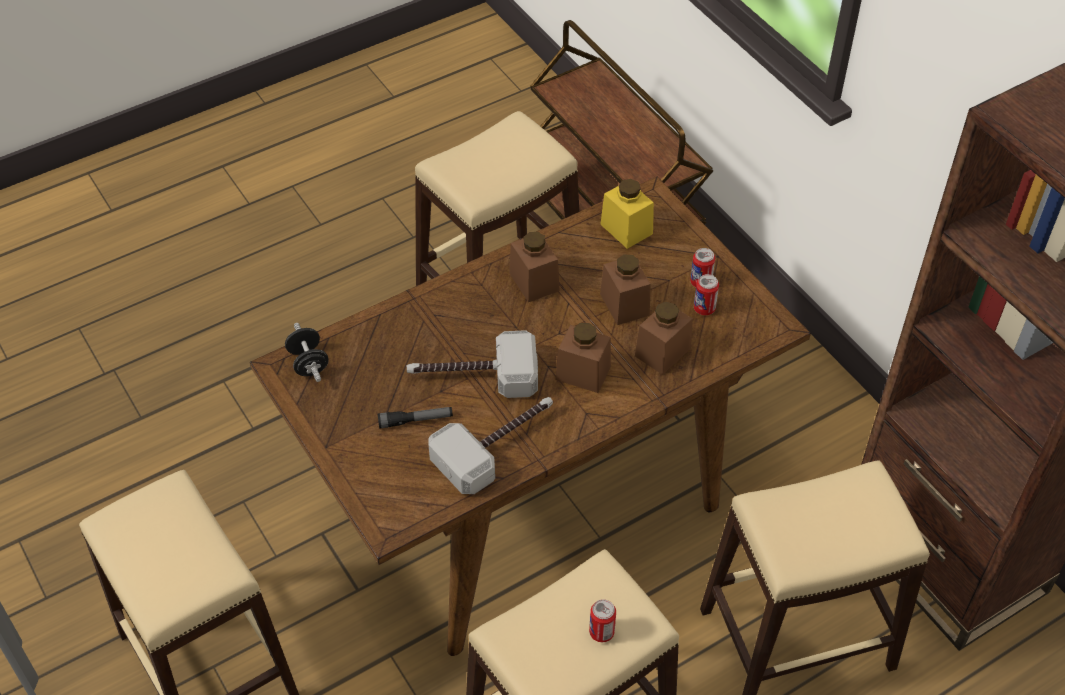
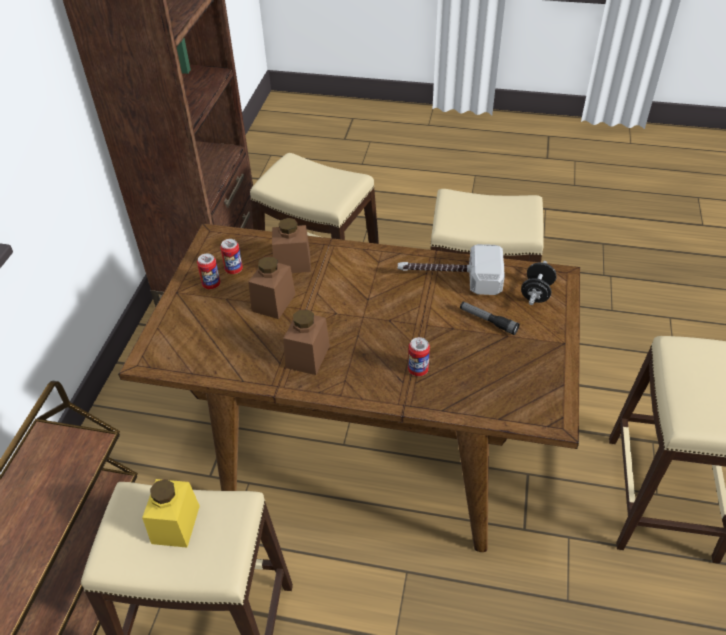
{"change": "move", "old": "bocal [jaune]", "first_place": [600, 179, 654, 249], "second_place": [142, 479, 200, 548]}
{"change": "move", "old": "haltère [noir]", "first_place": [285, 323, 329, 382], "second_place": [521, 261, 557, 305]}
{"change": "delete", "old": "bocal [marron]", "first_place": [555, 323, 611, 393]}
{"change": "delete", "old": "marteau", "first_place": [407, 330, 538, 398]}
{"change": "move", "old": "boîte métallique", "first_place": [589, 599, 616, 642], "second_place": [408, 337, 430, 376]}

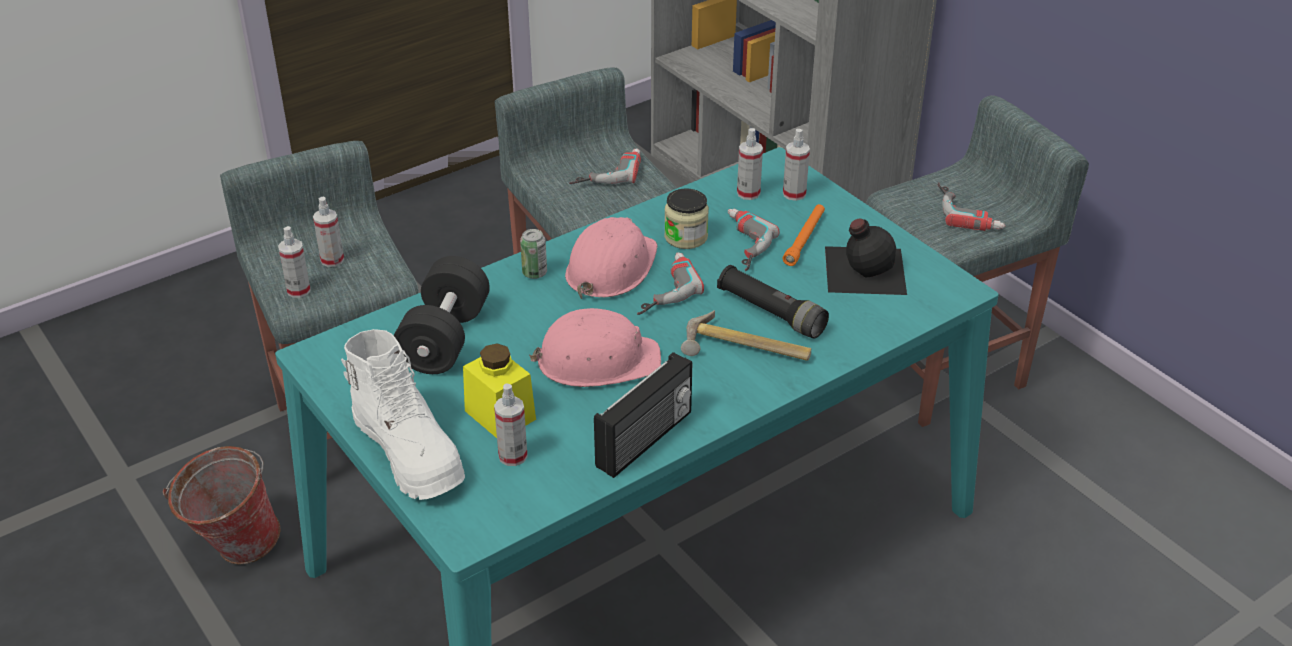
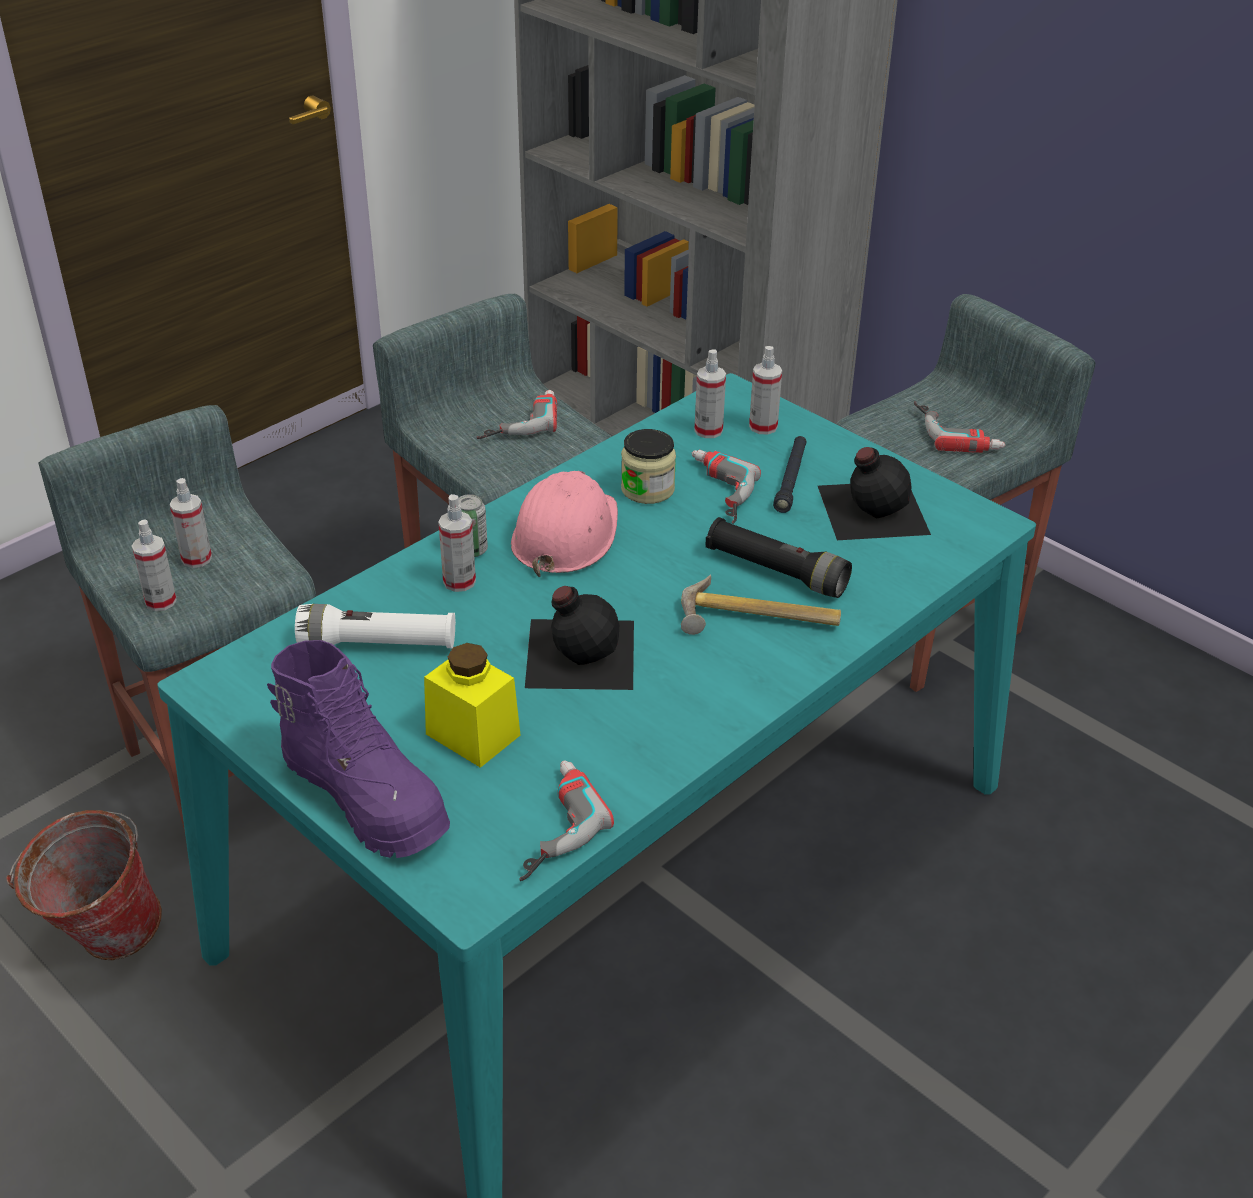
{"change": "recolor", "old": "lampe de poche [orange]", "new": "lampe de poche [noir]", "first_place": [783, 204, 825, 266], "second_place": [773, 436, 807, 513]}
{"change": "move", "old": "perceuse", "first_place": [637, 252, 704, 315], "second_place": [519, 760, 614, 881]}
{"change": "replace", "old": "haltère [noir]", "new": "lampe de poche [blanc]", "first_place": [394, 256, 490, 374], "second_place": [295, 604, 456, 648]}
{"change": "replace", "old": "casque de chantier [rose]", "new": "bouteille [noir]", "first_place": [528, 308, 661, 387], "second_place": [525, 586, 634, 690]}
{"change": "recolor", "old": "botte [blanc]", "new": "botte [violet]", "first_place": [341, 329, 465, 500], "second_place": [267, 640, 450, 858]}
{"change": "delete", "old": "radio", "first_place": [594, 352, 692, 478]}
{"change": "move", "old": "vaporisateur", "first_place": [494, 383, 528, 466], "second_place": [438, 494, 476, 592]}

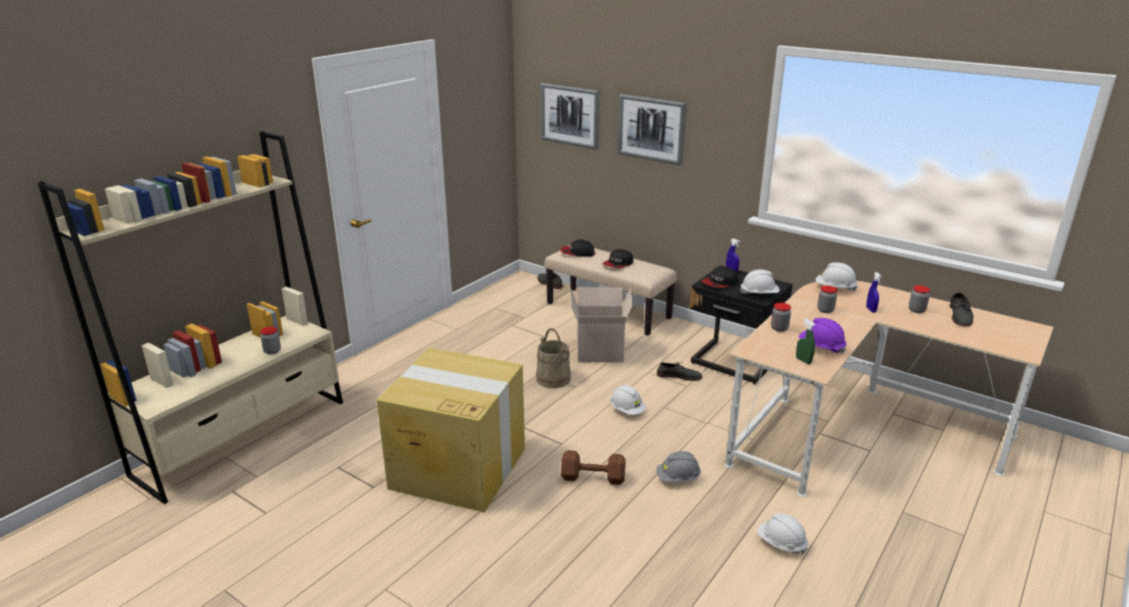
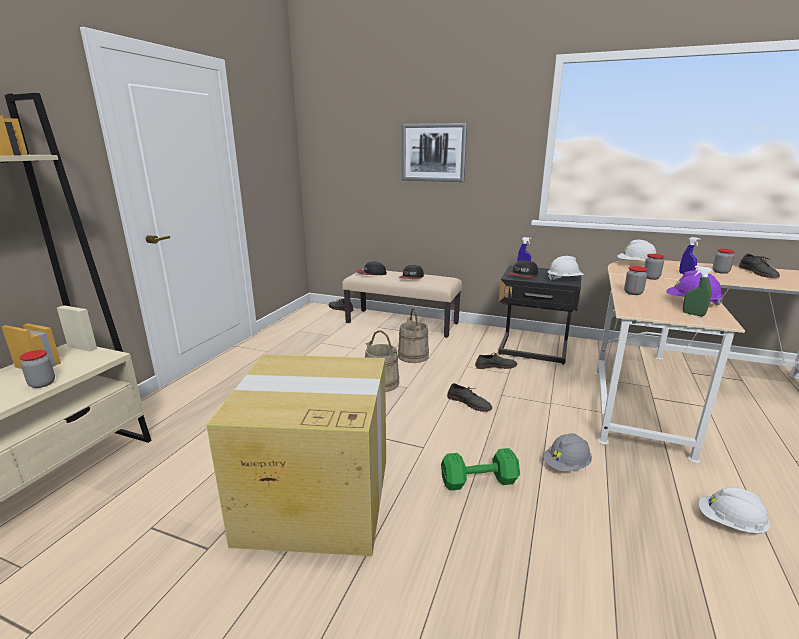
{"change": "delete", "old": "tableau", "first_place": [540, 83, 600, 150]}
{"change": "replace", "old": "carton", "new": "seau [beige]", "first_place": [570, 287, 633, 362], "second_place": [398, 308, 429, 363]}
{"change": "replace", "old": "casque de chantier [blanc]", "new": "chaussure [gris]", "first_place": [610, 385, 646, 415], "second_place": [447, 383, 492, 412]}
{"change": "recolor", "old": "haltère [marron]", "new": "haltère [vert]", "first_place": [561, 450, 626, 485], "second_place": [441, 448, 520, 491]}

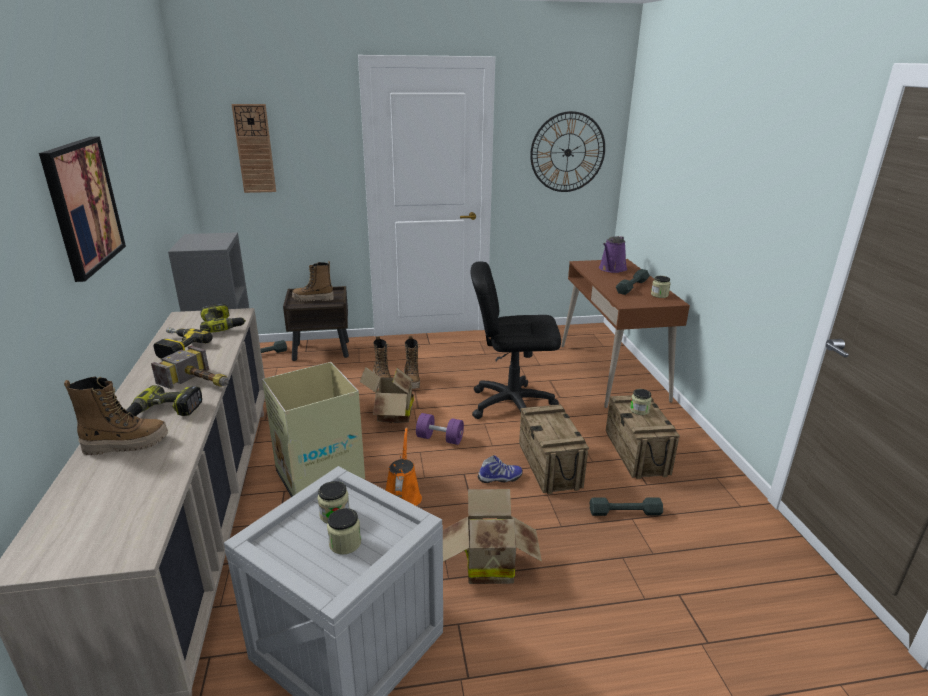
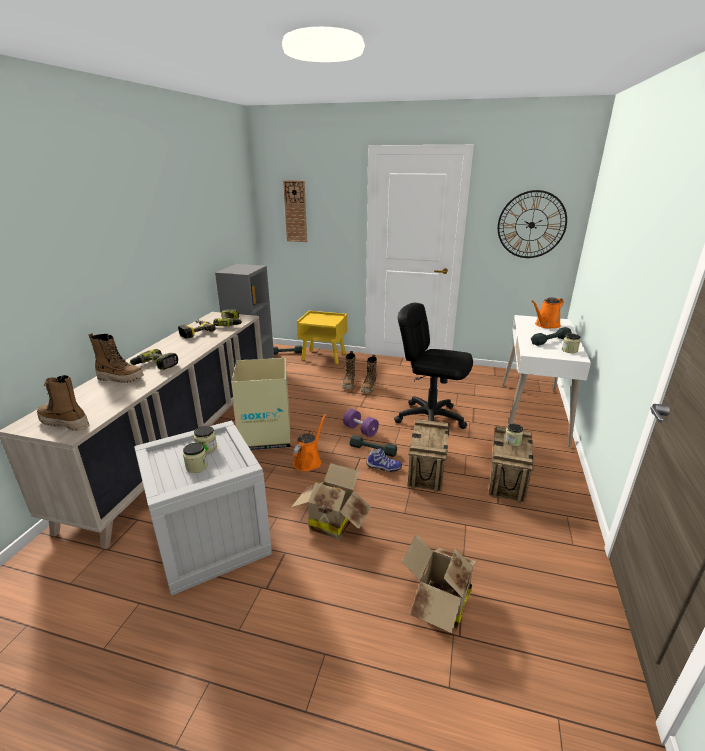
{"change": "delete", "old": "tableau", "first_place": [39, 137, 126, 282]}
{"change": "recolor", "old": "arrosoir [violet]", "new": "arrosoir [orange]", "first_place": [599, 236, 627, 273], "second_place": [531, 297, 563, 329]}
{"change": "recolor", "old": "bureau [marron]", "new": "bureau [blanc]", "first_place": [561, 259, 690, 408], "second_place": [502, 315, 591, 447]}
{"change": "move", "old": "botte", "first_place": [292, 261, 334, 302], "second_place": [37, 375, 89, 431]}
{"change": "recolor", "old": "table de chevet [marron]", "new": "table de chevet [jaune]", "first_place": [283, 286, 349, 361], "second_place": [297, 311, 347, 364]}
{"change": "delete", "old": "marteau", "first_place": [151, 346, 229, 389]}
{"change": "move", "old": "carton", "first_place": [359, 367, 414, 423], "second_place": [402, 534, 476, 633]}
{"change": "move", "old": "haltère [gris]", "first_place": [590, 498, 663, 516], "second_place": [349, 435, 397, 457]}

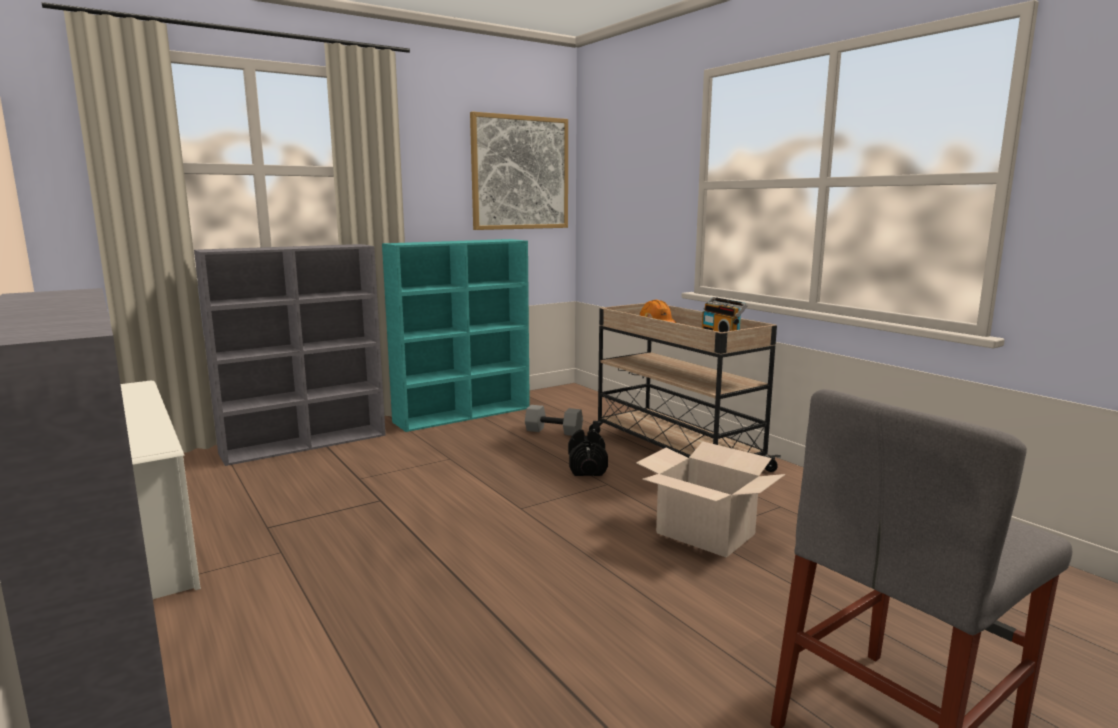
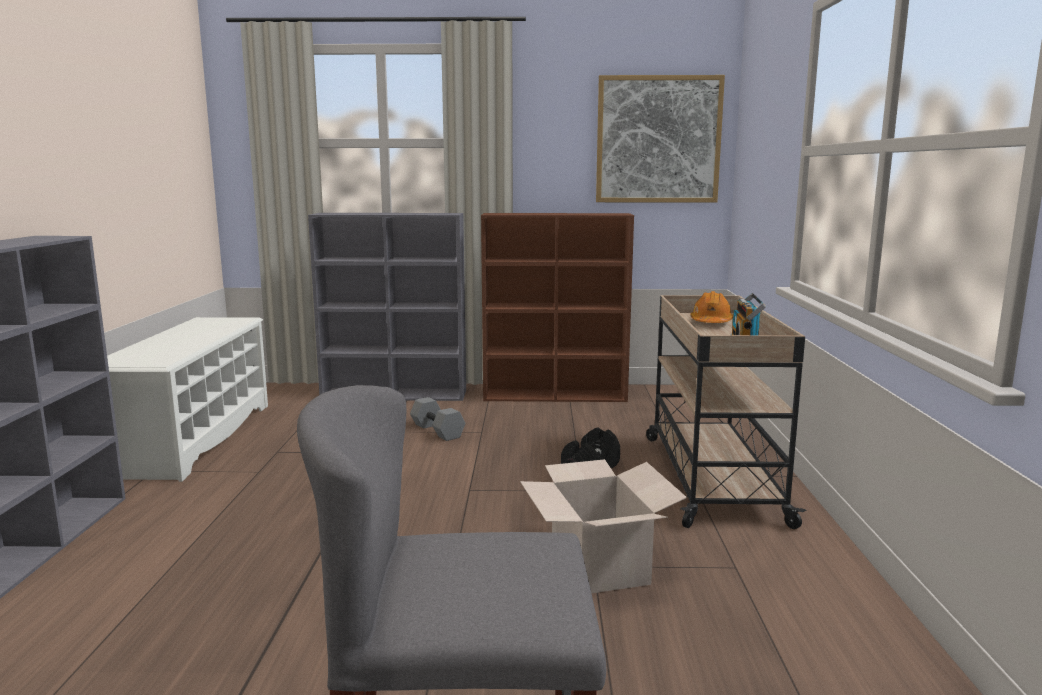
{"change": "recolor", "old": "bibliothèque [turquoise]", "new": "bibliothèque [marron]", "first_place": [382, 239, 530, 432], "second_place": [481, 213, 634, 402]}
{"change": "move", "old": "haltère [gris]", "first_place": [525, 405, 583, 436], "second_place": [410, 397, 465, 441]}

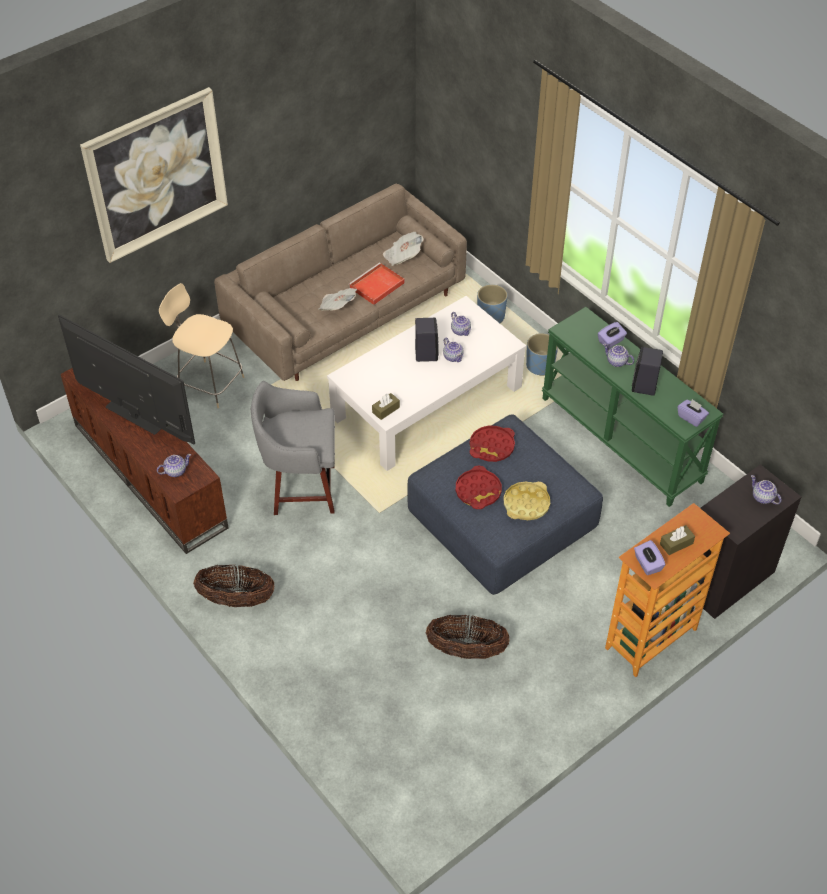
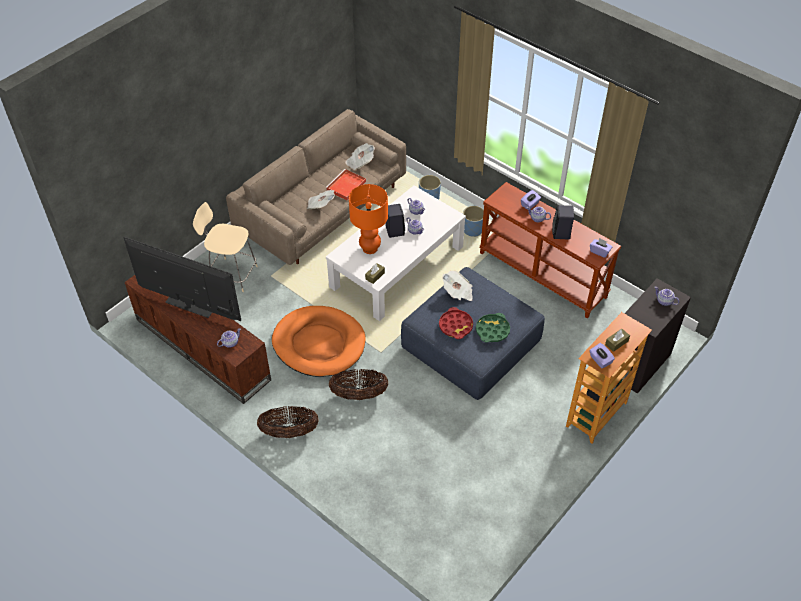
{"change": "delete", "old": "tableau", "first_place": [80, 87, 228, 263]}
{"change": "recolor", "old": "table console [vert]", "new": "table console [marron]", "first_place": [542, 307, 723, 507], "second_place": [479, 182, 621, 318]}
{"change": "replace", "old": "tabouret [gris]", "new": "panier pour chien [orange]", "first_place": [251, 381, 335, 515], "second_place": [272, 306, 366, 377]}
{"change": "replace", "old": "plateau [rouge]", "new": "journal", "first_place": [469, 426, 515, 462], "second_place": [442, 271, 473, 301]}
{"change": "recolor", "old": "plateau [jaune]", "new": "plateau [vert]", "first_place": [504, 482, 550, 520], "second_place": [476, 313, 510, 343]}
{"change": "move", "old": "panier", "first_place": [426, 615, 509, 659], "second_place": [329, 369, 388, 400]}
{"change": "insert", "new": "lampe de table [orange]", "second_place": [349, 184, 388, 254]}

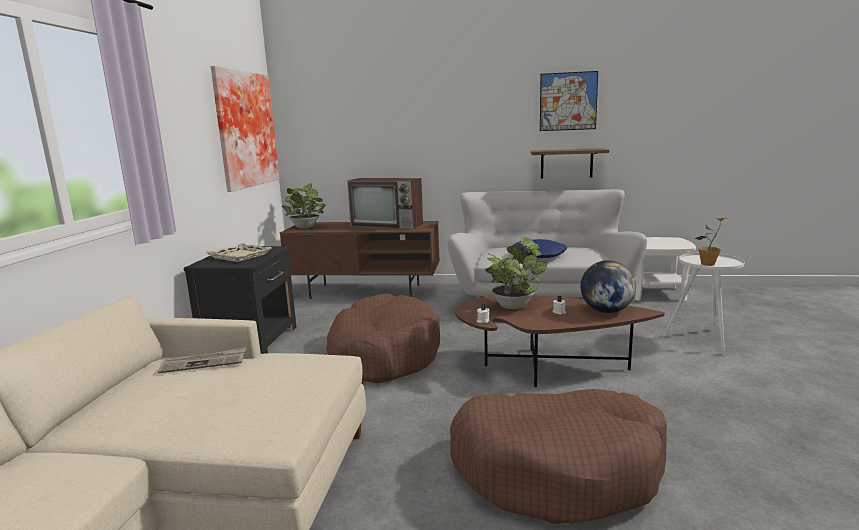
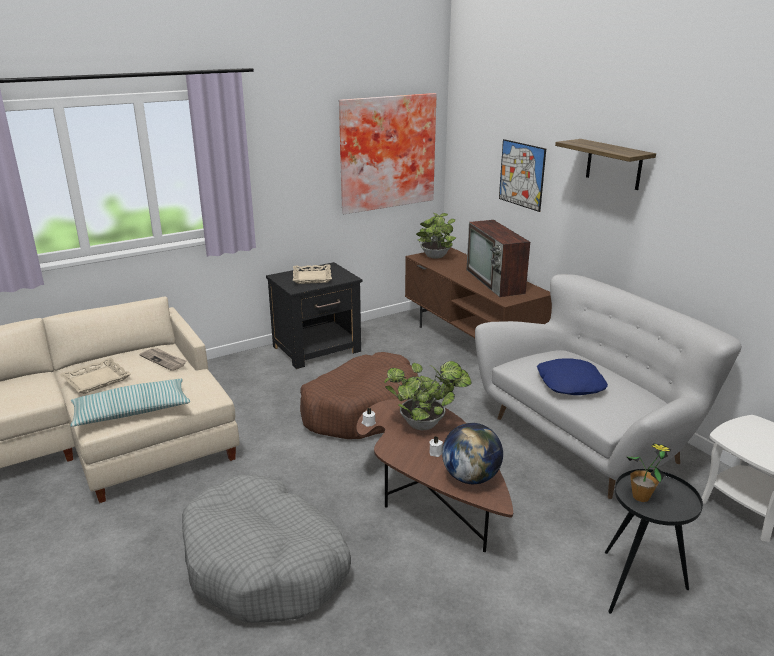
{"change": "move", "old": "tableau", "first_place": [540, 71, 598, 131], "second_place": [499, 139, 546, 212]}
{"change": "move", "old": "étagère", "first_place": [530, 148, 609, 179], "second_place": [555, 139, 656, 190]}
{"change": "recolor", "old": "table d'appoint [blanc]", "new": "table d'appoint [noir]", "first_place": [663, 253, 744, 355], "second_place": [605, 469, 703, 614]}
{"change": "recolor", "old": "panier pour chien [marron]", "new": "panier pour chien [gris]", "first_place": [450, 389, 667, 524], "second_place": [182, 475, 351, 623]}
{"change": "insert", "new": "plateau [beige]", "second_place": [59, 358, 131, 394]}
{"change": "insert", "new": "coussin", "second_place": [70, 379, 190, 427]}

